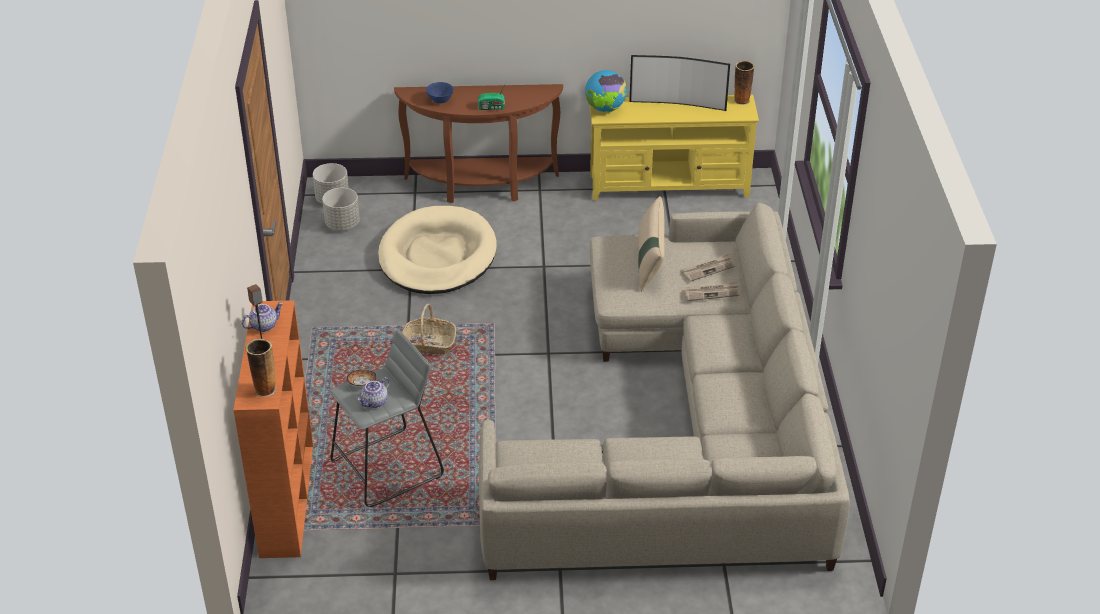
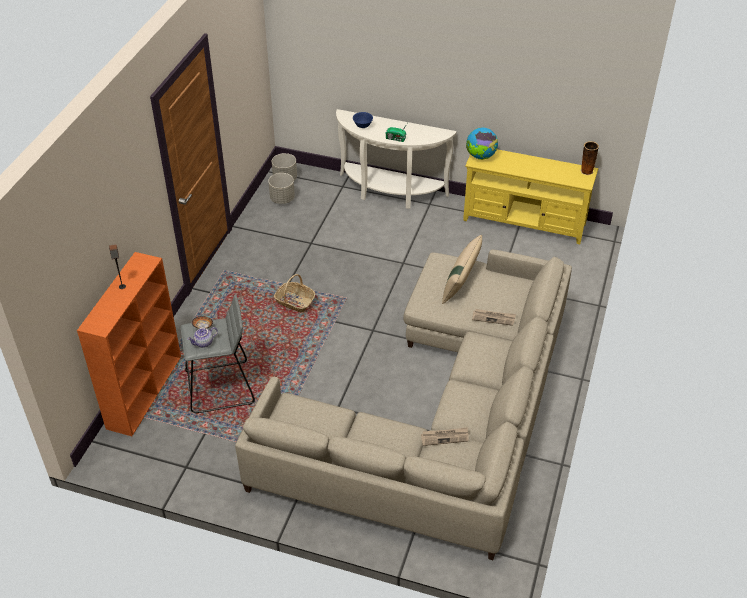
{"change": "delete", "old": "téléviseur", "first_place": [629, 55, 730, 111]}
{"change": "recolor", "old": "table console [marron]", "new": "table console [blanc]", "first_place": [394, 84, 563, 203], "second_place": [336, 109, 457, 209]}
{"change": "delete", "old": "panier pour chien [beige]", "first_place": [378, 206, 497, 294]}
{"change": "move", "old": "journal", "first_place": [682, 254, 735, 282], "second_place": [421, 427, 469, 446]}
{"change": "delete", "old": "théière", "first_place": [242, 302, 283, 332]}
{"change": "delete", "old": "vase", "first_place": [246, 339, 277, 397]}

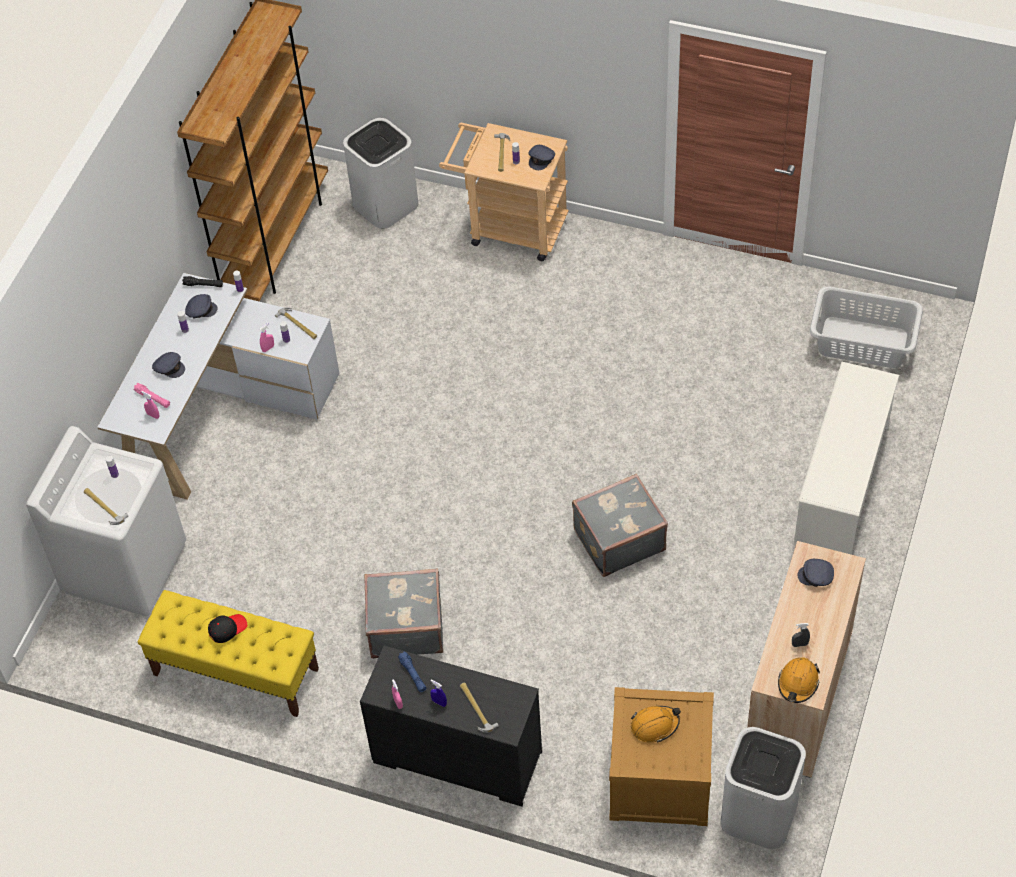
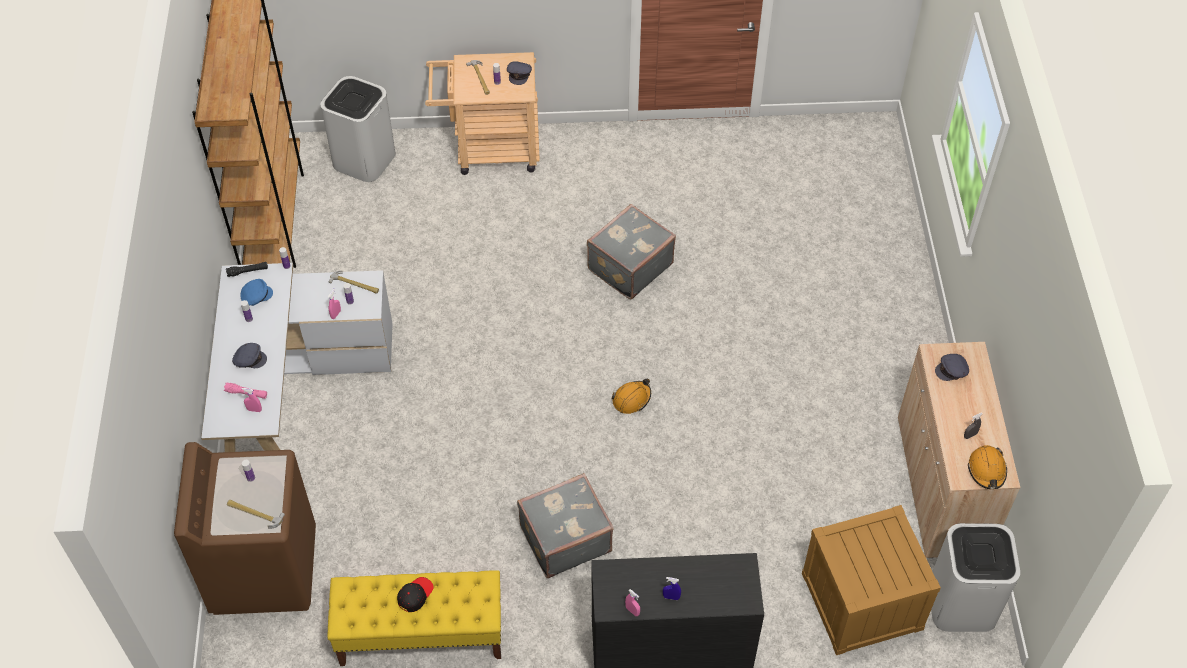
{"change": "delete", "old": "panier à linge [gris]", "first_place": [810, 286, 923, 368]}
{"change": "recolor", "old": "casquette [gris]", "new": "casquette [bleu]", "first_place": [185, 294, 217, 319], "second_place": [240, 279, 273, 306]}
{"change": "delete", "old": "étagère à chaussures [blanc]", "first_place": [794, 362, 899, 555]}
{"change": "recolor", "old": "lave-linge [blanc]", "new": "lave-linge [marron]", "first_place": [26, 426, 186, 616], "second_place": [174, 442, 316, 615]}
{"change": "move", "old": "valise [gris]", "first_place": [572, 474, 668, 577], "second_place": [587, 204, 676, 300]}
{"change": "delete", "old": "lampe de poche [bleu]", "first_place": [398, 651, 427, 692]}
{"change": "delete", "old": "marteau", "first_place": [460, 683, 499, 733]}
{"change": "move", "old": "casque de chantier [orange]", "first_place": [631, 706, 681, 742], "second_place": [611, 379, 651, 414]}

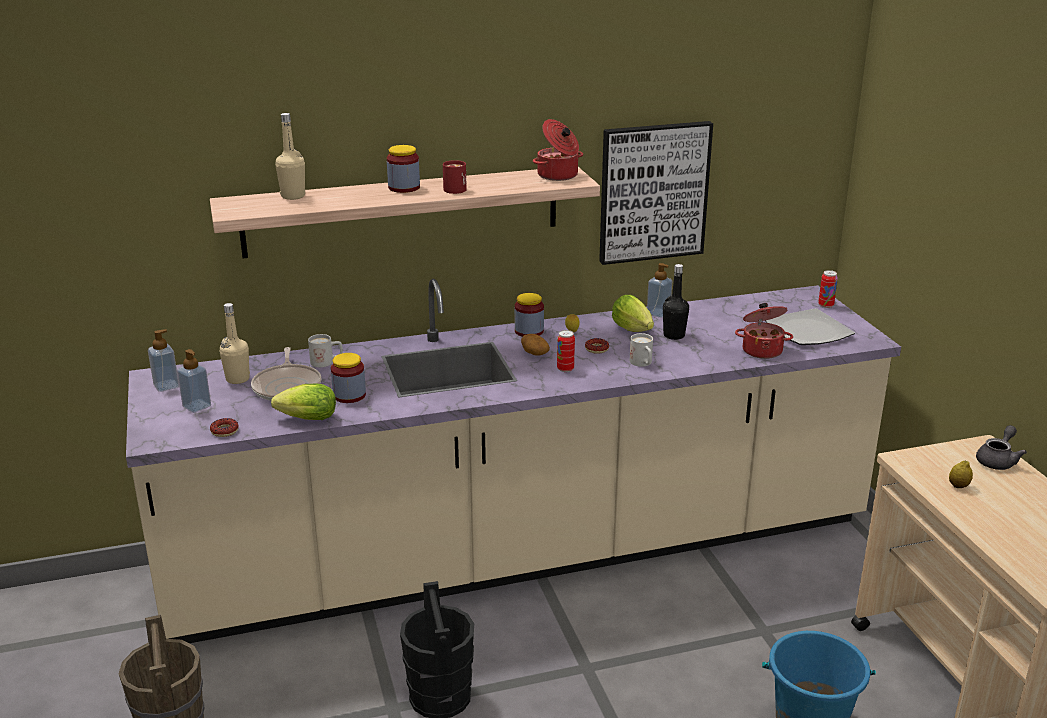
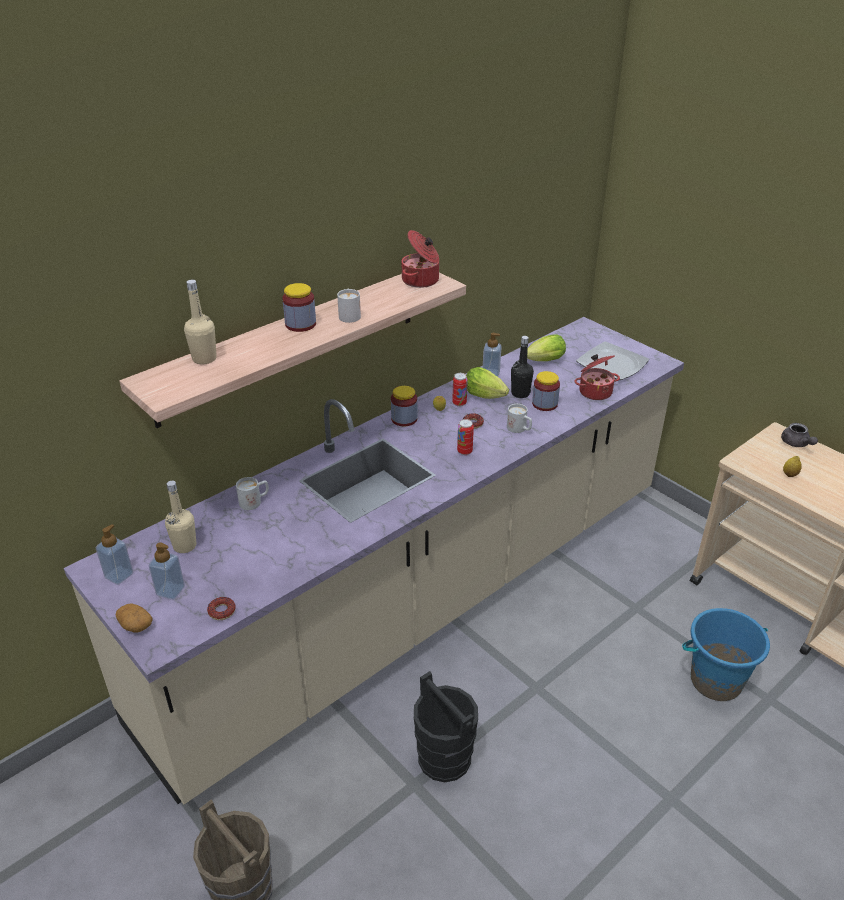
{"change": "delete", "old": "tableau", "first_place": [599, 121, 713, 265]}
{"change": "recolor", "old": "mug [rouge]", "new": "mug [blanc]", "first_place": [443, 160, 467, 194], "second_place": [337, 289, 361, 323]}
{"change": "move", "old": "boîte métallique", "first_place": [818, 270, 838, 308], "second_place": [452, 373, 468, 407]}
{"change": "move", "old": "pomme de terre", "first_place": [521, 334, 550, 356], "second_place": [116, 603, 153, 632]}
{"change": "delete", "old": "poêle", "first_place": [251, 347, 322, 401]}
{"change": "move", "old": "bocal", "first_place": [331, 353, 366, 403], "second_place": [532, 371, 560, 411]}
{"change": "move", "old": "laitue", "first_place": [271, 384, 336, 420], "second_place": [527, 335, 566, 361]}
{"change": "rotate", "old": "théière [gris]", "first_place": [976, 425, 1027, 470], "second_place": [781, 423, 818, 447], "degrees": 150}

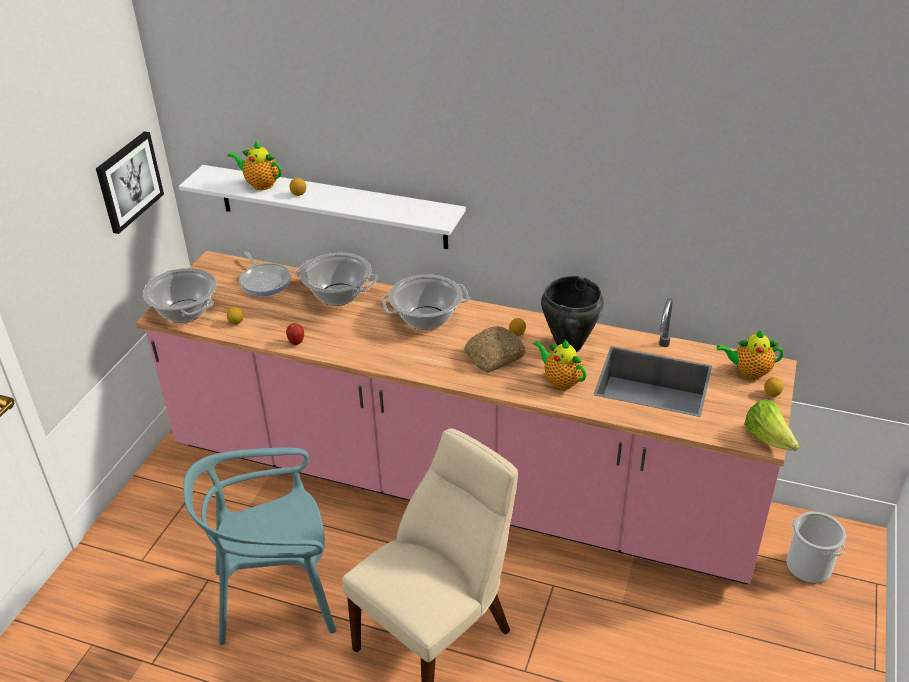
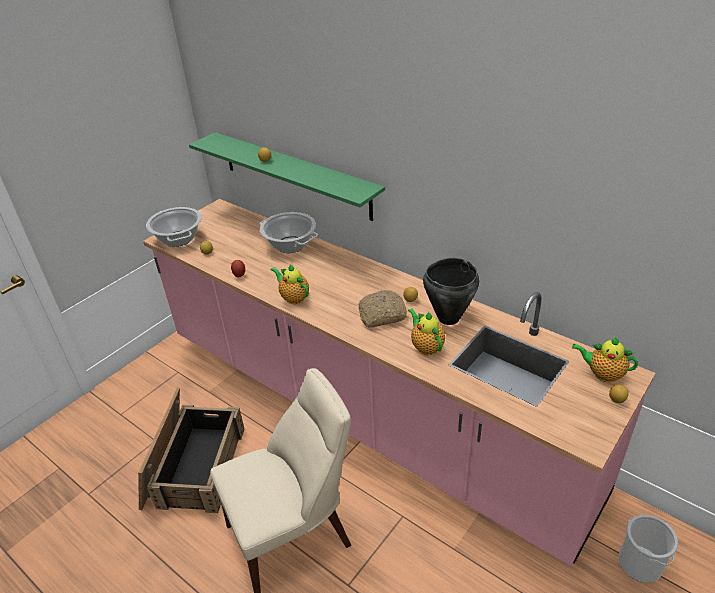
{"change": "delete", "old": "tableau", "first_place": [96, 131, 164, 234]}
{"change": "move", "old": "théière", "first_place": [228, 140, 282, 190], "second_place": [270, 264, 309, 304]}
{"change": "recolor", "old": "étagère [blanc]", "new": "étagère [vert]", "first_place": [179, 165, 466, 249], "second_place": [189, 132, 385, 221]}
{"change": "delete", "old": "poêle", "first_place": [239, 252, 291, 296]}
{"change": "delete", "old": "marmite", "first_place": [382, 274, 470, 330]}
{"change": "delete", "old": "laitue", "first_place": [744, 399, 800, 451]}
{"change": "replace", "old": "chaise [turquoise]", "new": "caisse", "first_place": [183, 447, 336, 645], "second_place": [138, 388, 244, 513]}

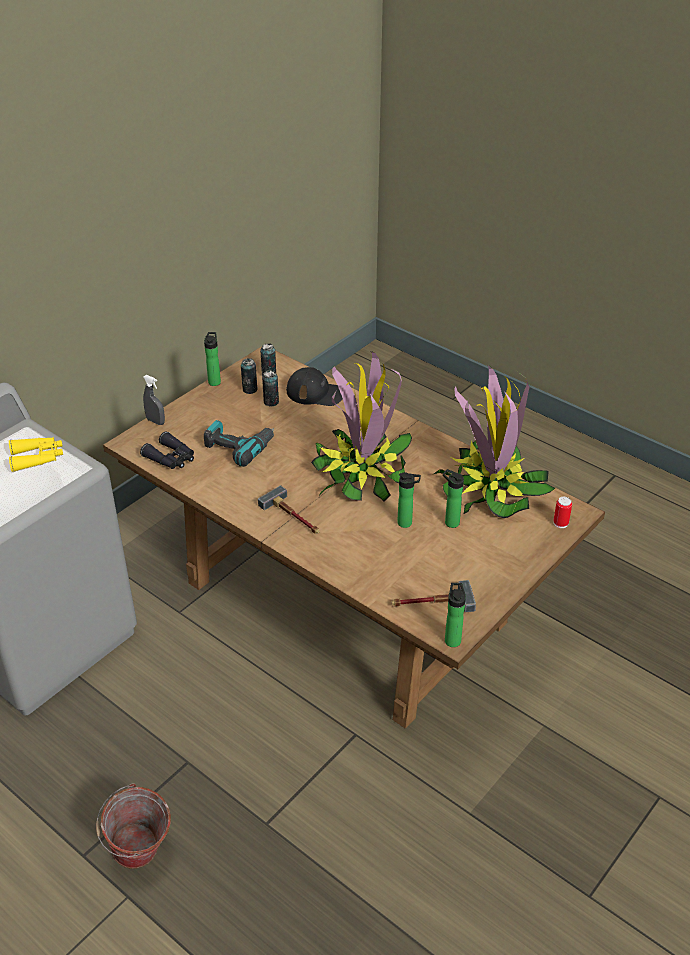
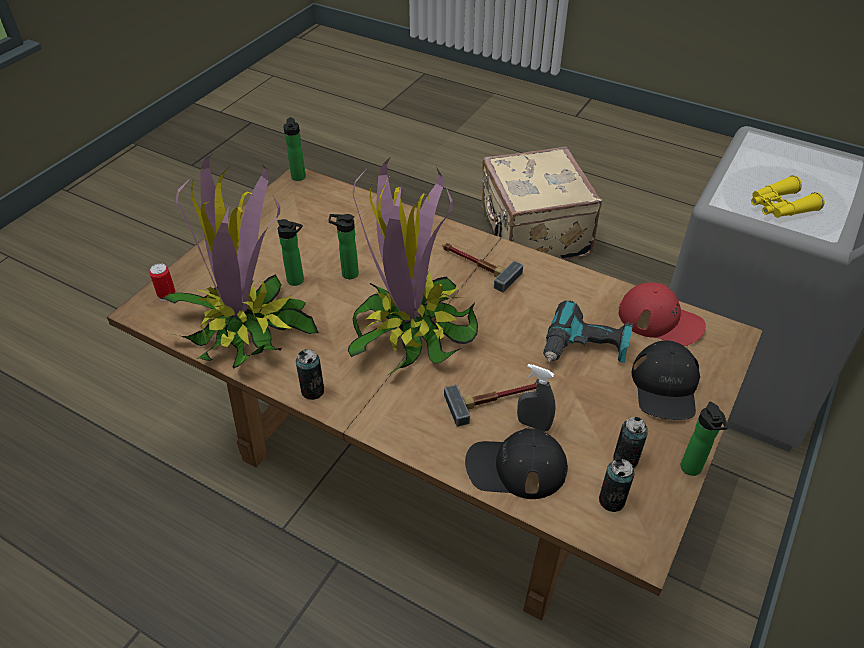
{"change": "move", "old": "boîte métallique", "first_place": [262, 370, 279, 406], "second_place": [296, 349, 324, 400]}
{"change": "move", "old": "vaporisateur [gris]", "first_place": [143, 375, 165, 425], "second_place": [517, 364, 556, 432]}
{"change": "replace", "old": "jumelles [noir]", "new": "casquette [rouge]", "first_place": [140, 432, 194, 469], "second_place": [619, 282, 706, 346]}
{"change": "move", "old": "marteau", "first_place": [391, 580, 476, 612], "second_place": [444, 382, 537, 427]}
{"change": "replace", "old": "seau", "new": "valise [beige]", "first_place": [96, 783, 171, 869], "second_place": [481, 147, 602, 260]}
{"change": "insert", "new": "casquette [noir]", "second_place": [632, 340, 700, 420]}

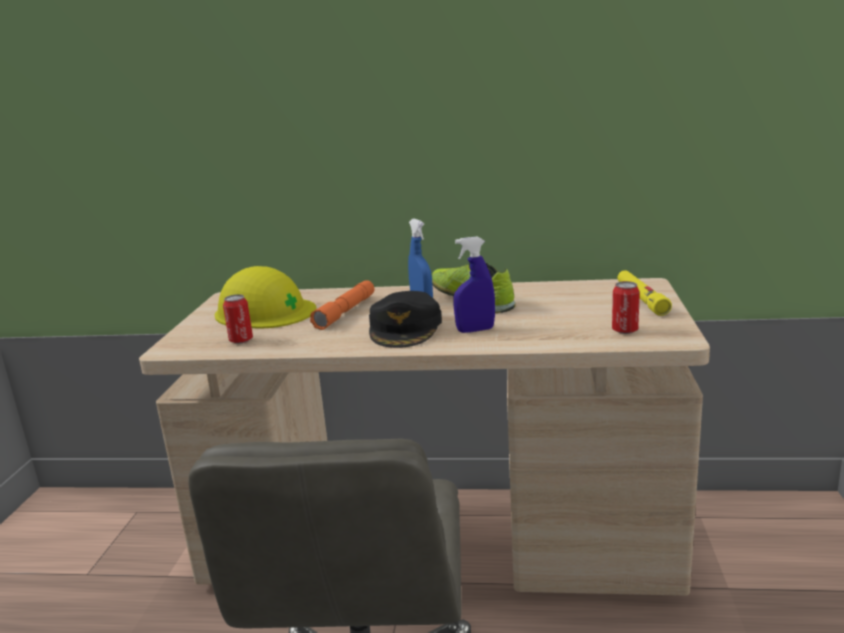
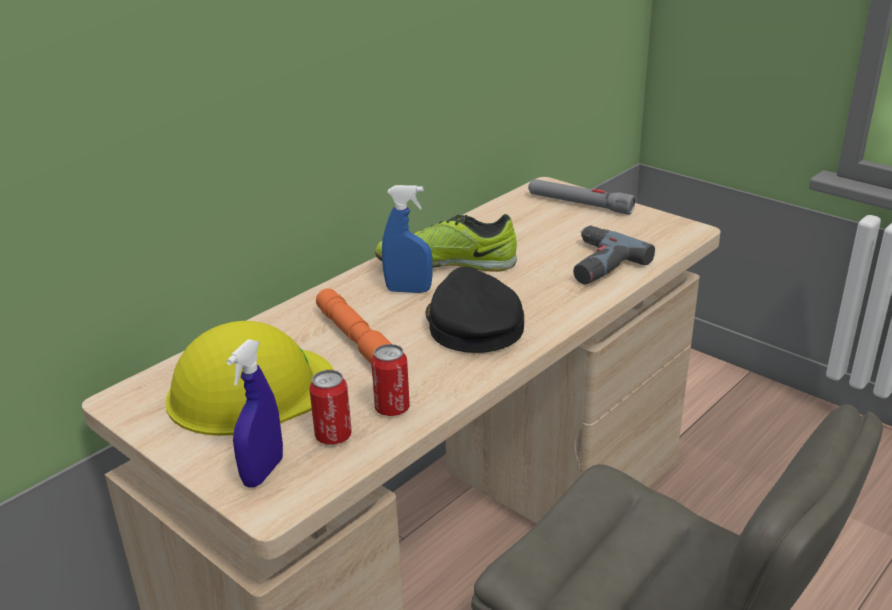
{"change": "move", "old": "vaporisateur [bleu]", "first_place": [453, 236, 495, 333], "second_place": [226, 339, 283, 487]}
{"change": "recolor", "old": "lampe de poche [jaune]", "new": "lampe de poche [gris]", "first_place": [618, 270, 672, 316], "second_place": [528, 179, 635, 215]}
{"change": "move", "old": "boîte métallique", "first_place": [612, 281, 640, 334], "second_place": [371, 344, 410, 416]}
{"change": "rotate", "old": "casquette [noir]", "first_place": [369, 291, 442, 348], "second_place": [426, 267, 524, 353], "degrees": -150}
{"change": "insert", "new": "perceuse", "second_place": [573, 225, 655, 285]}

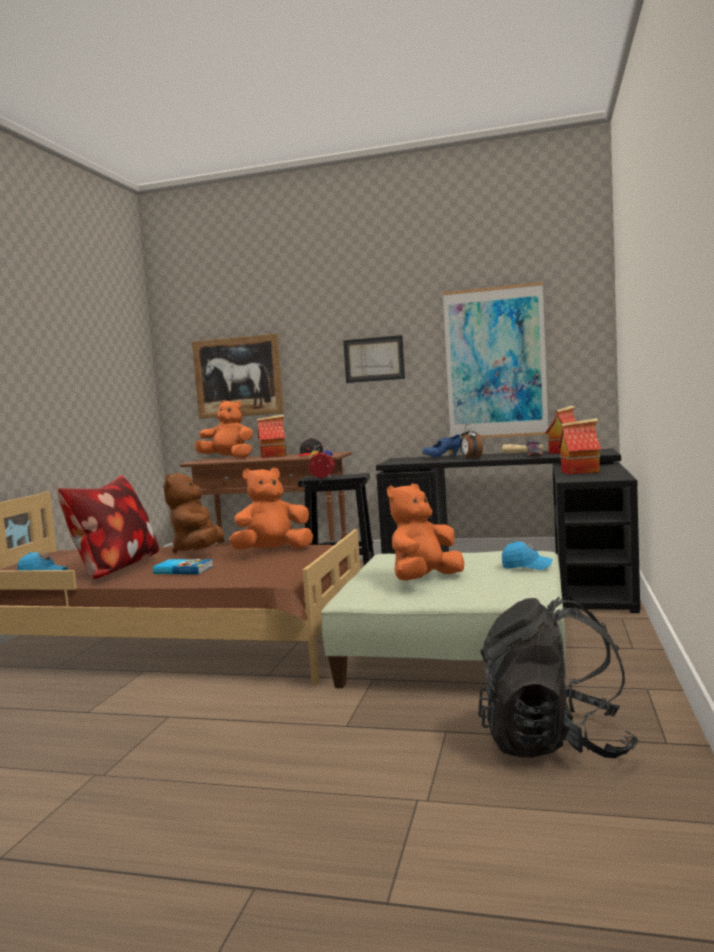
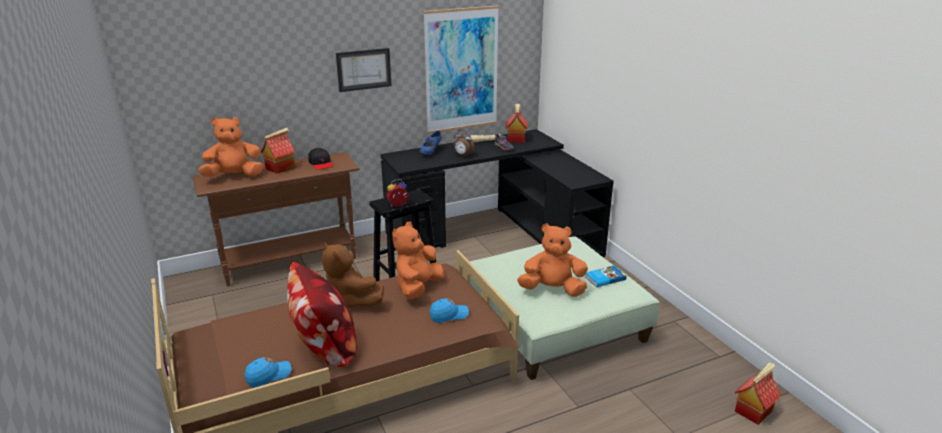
{"change": "delete", "old": "tableau", "first_place": [192, 333, 284, 419]}
{"change": "move", "old": "maison miniature", "first_place": [558, 418, 601, 475], "second_place": [734, 362, 781, 425]}
{"change": "rotate", "old": "peluche [orange]", "first_place": [387, 484, 464, 580], "second_place": [517, 223, 588, 297], "degrees": 90}
{"change": "move", "old": "casquette [bleu]", "first_place": [502, 541, 553, 570], "second_place": [430, 298, 469, 323]}
{"change": "move", "old": "livre", "first_place": [153, 559, 213, 574], "second_place": [585, 266, 627, 288]}
{"change": "delete", "old": "sac à dos [noir]", "first_place": [478, 596, 639, 758]}

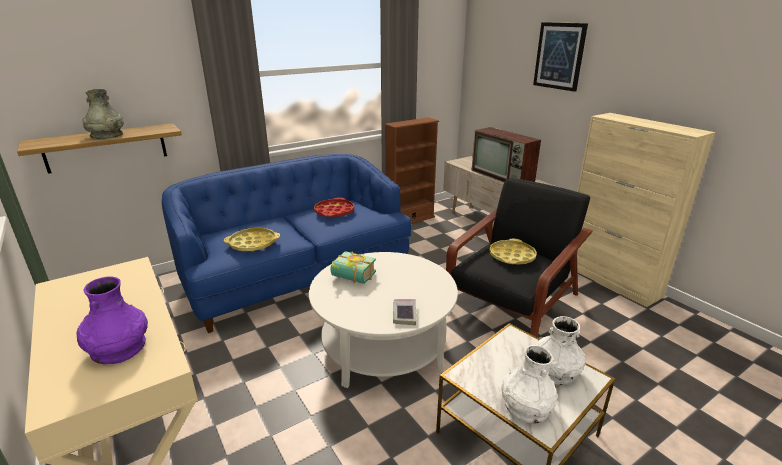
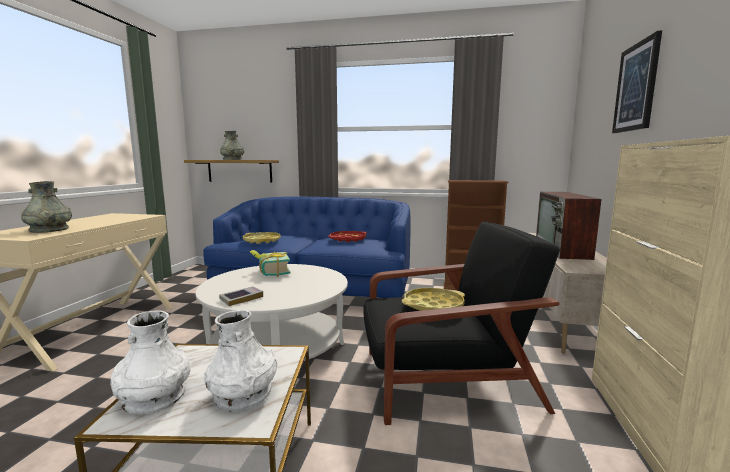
{"change": "recolor", "old": "vase [violet]", "new": "vase [gris]", "first_place": [76, 276, 148, 364], "second_place": [21, 181, 72, 233]}

